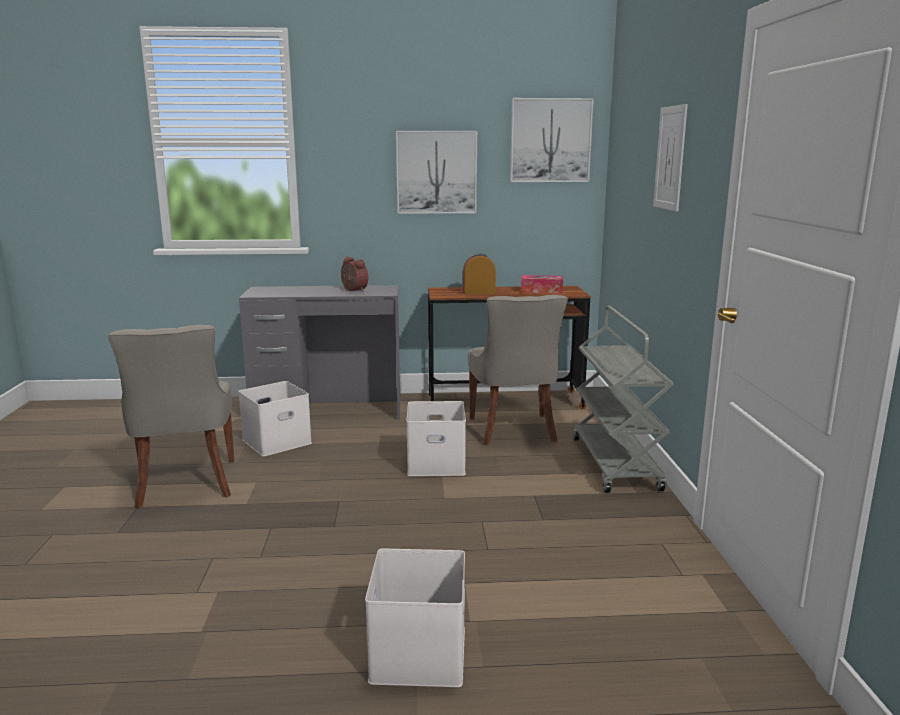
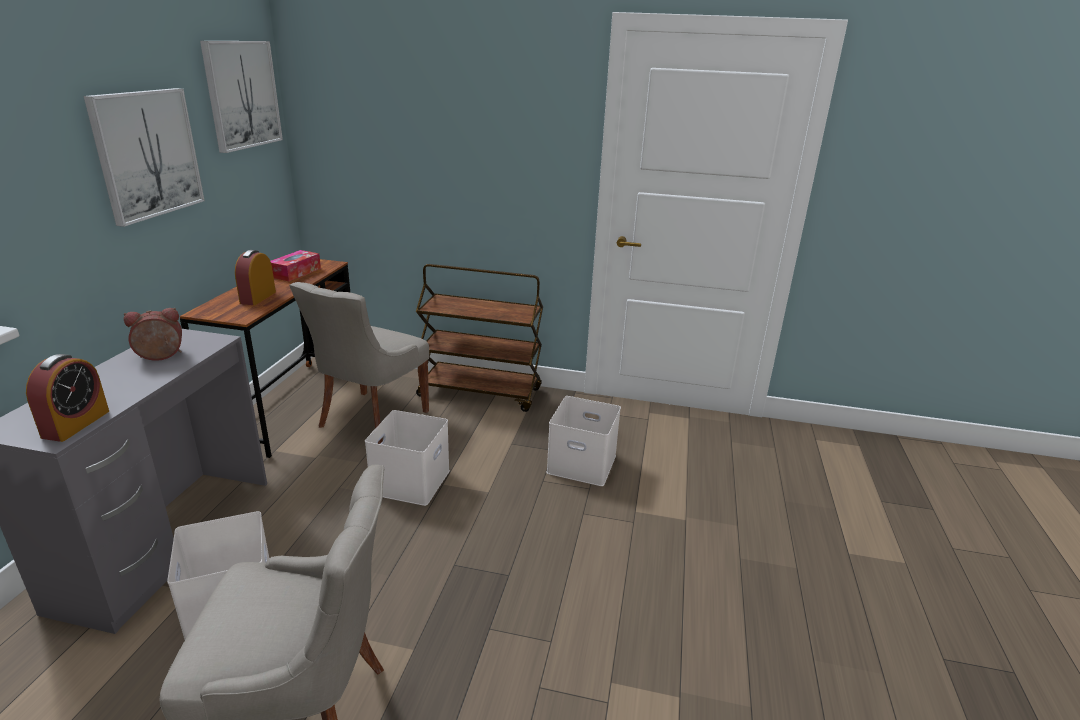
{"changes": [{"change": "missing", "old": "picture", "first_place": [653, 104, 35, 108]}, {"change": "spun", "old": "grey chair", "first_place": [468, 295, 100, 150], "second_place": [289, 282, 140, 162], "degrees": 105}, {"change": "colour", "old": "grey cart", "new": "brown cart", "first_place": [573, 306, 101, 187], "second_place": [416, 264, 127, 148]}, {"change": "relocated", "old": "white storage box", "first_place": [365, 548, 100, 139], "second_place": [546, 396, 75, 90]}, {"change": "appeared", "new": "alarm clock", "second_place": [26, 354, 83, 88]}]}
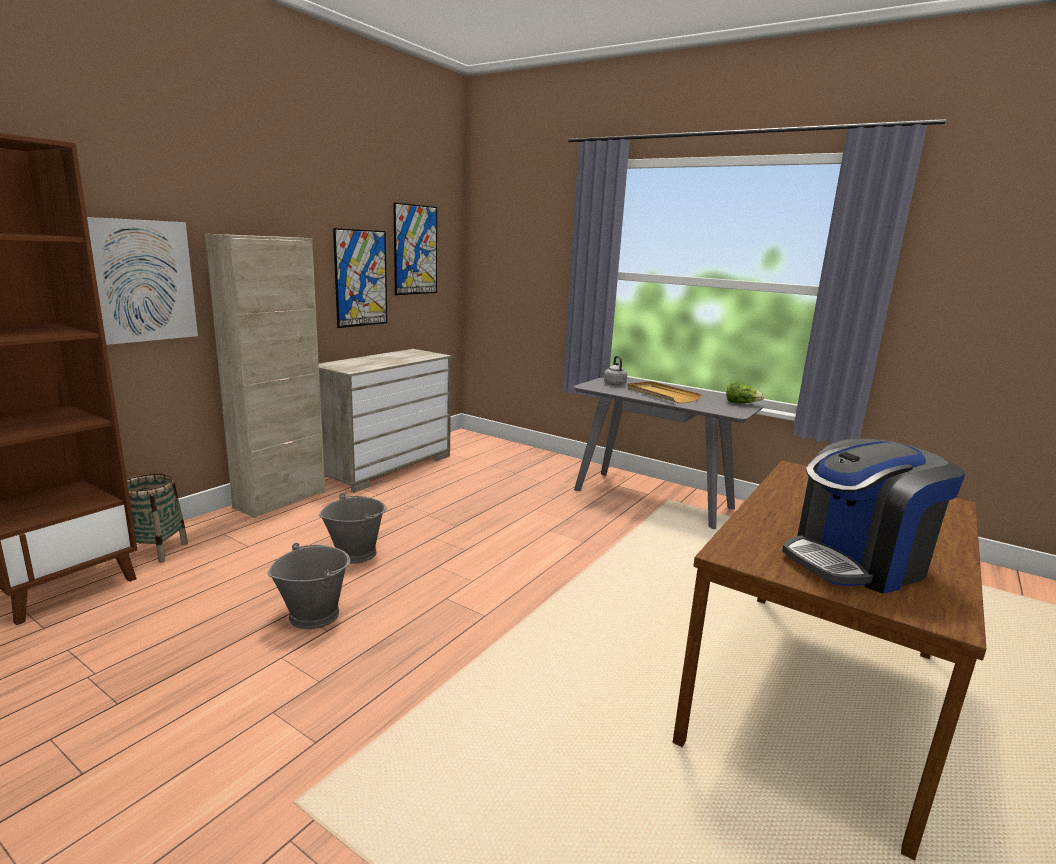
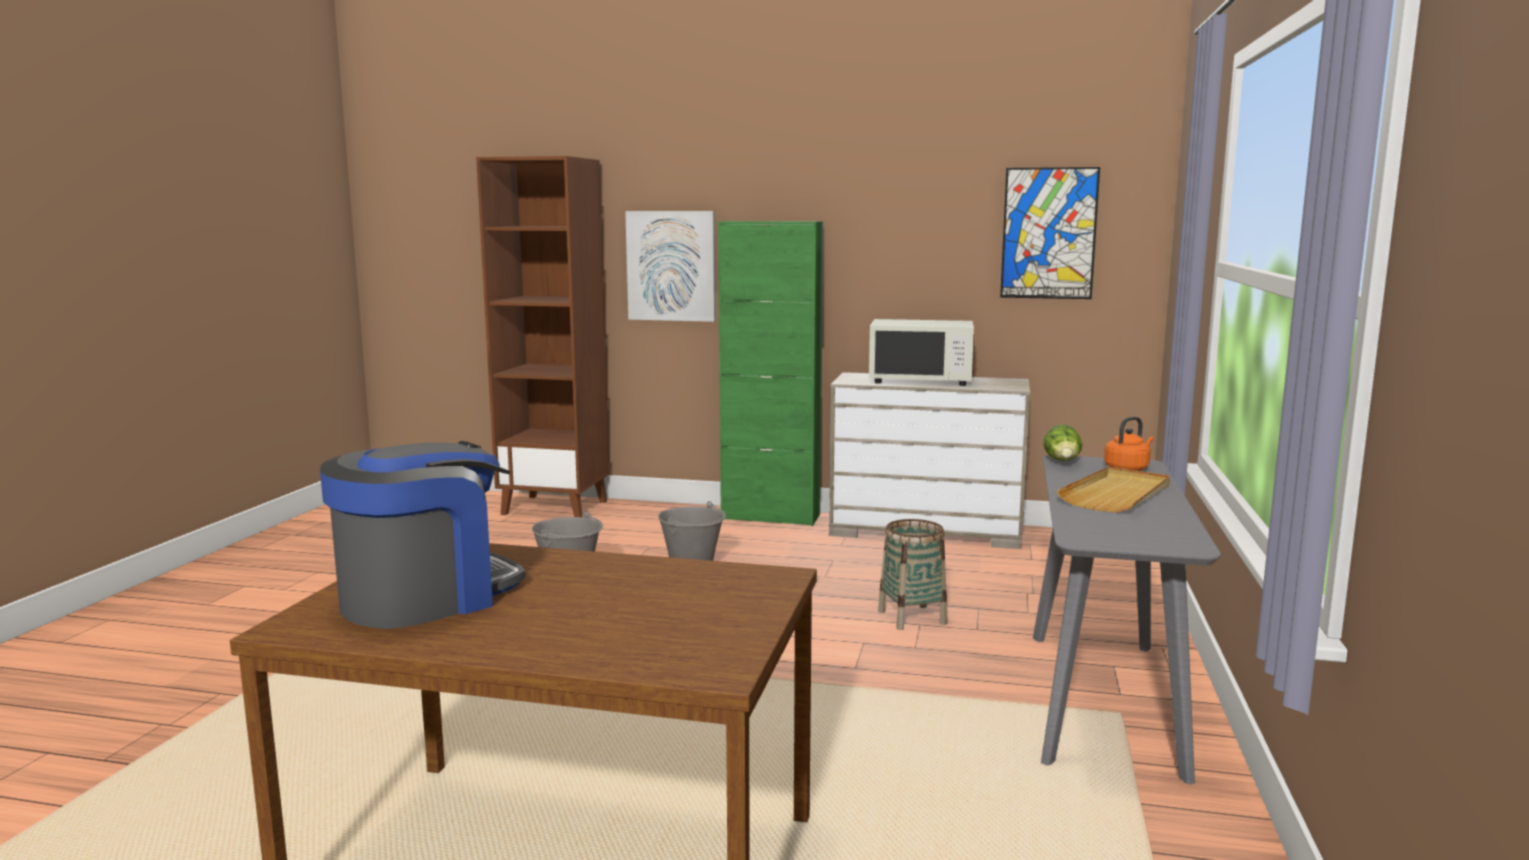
{"changes": [{"change": "missing", "old": "picture", "first_place": [333, 228, 54, 100]}, {"change": "colour", "old": "beige cabinet", "new": "green cabinet", "first_place": [205, 234, 120, 284], "second_place": [718, 221, 106, 305]}, {"change": "colour", "old": "grey kettle", "new": "orange kettle", "first_place": [604, 356, 23, 29], "second_place": [1104, 417, 50, 54]}, {"change": "relocated", "old": "lettuce", "first_place": [726, 382, 39, 21], "second_place": [1043, 424, 40, 37]}, {"change": "spun", "old": "coffee machine", "first_place": [782, 439, 183, 155], "second_place": [320, 441, 205, 188], "degrees": 90}, {"change": "relocated", "old": "basket", "first_place": [127, 473, 61, 90], "second_place": [878, 519, 69, 111]}, {"change": "appeared", "new": "white microwave", "second_place": [869, 319, 105, 67]}]}
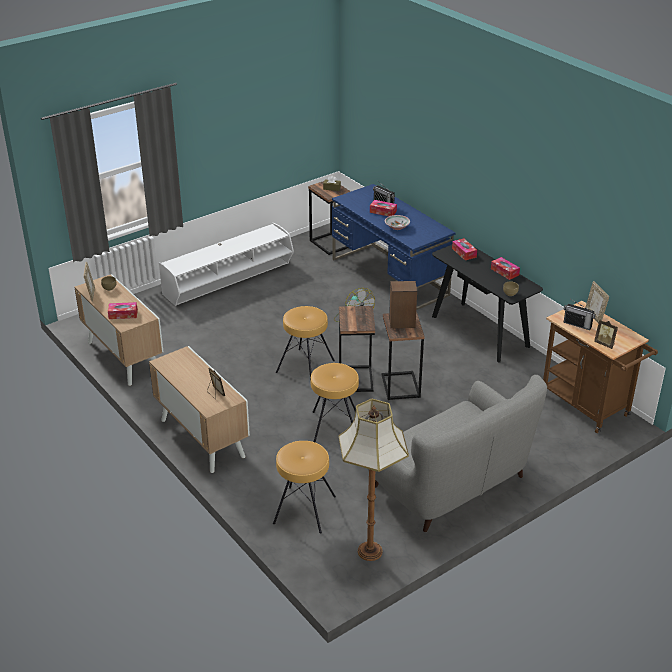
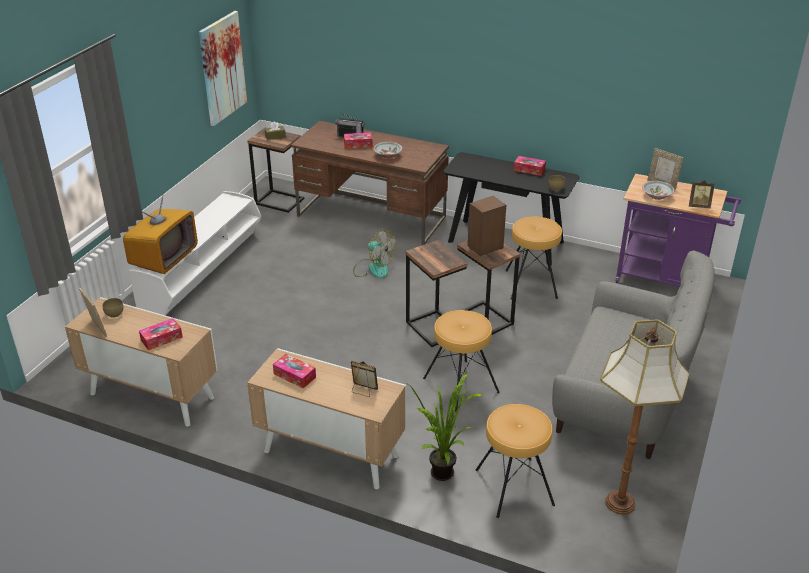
{"changes": [{"change": "colour", "old": "blue desk", "new": "brown desk", "first_place": [332, 184, 123, 126], "second_place": [291, 121, 158, 124]}, {"change": "relocated", "old": "tissue box", "first_place": [452, 238, 25, 22], "second_place": [273, 354, 43, 34]}, {"change": "exchanged", "old": "radio", "new": "bowl", "first_place": [564, 299, 32, 31], "second_place": [642, 181, 33, 19]}, {"change": "colour", "old": "brown cart", "new": "purple cart", "first_place": [543, 301, 115, 132], "second_place": [616, 174, 125, 113]}, {"change": "relocated", "old": "brown stool", "first_place": [276, 306, 59, 76], "second_place": [506, 216, 56, 83]}, {"change": "appeared", "new": "picture", "second_place": [199, 11, 48, 115]}, {"change": "appeared", "new": "television", "second_place": [123, 191, 75, 83]}, {"change": "appeared", "new": "potted plant", "second_place": [406, 372, 79, 109]}]}
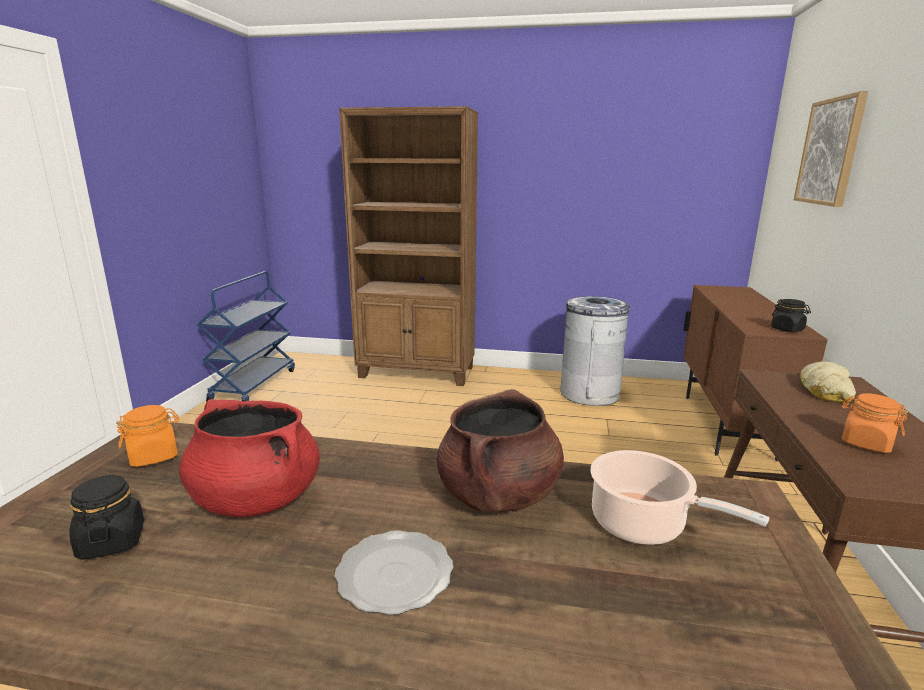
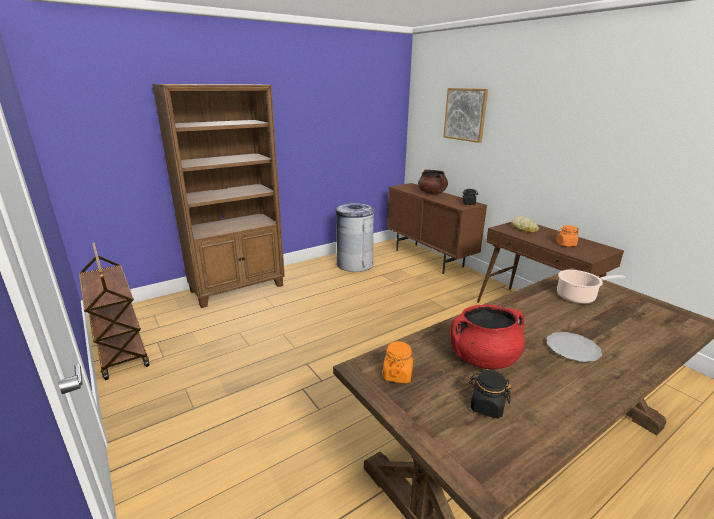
{"changes": [{"change": "colour", "old": "blue cart", "new": "brown cart", "first_place": [197, 271, 98, 131], "second_place": [79, 242, 70, 138]}, {"change": "relocated", "old": "brown cooking pot", "first_place": [437, 389, 127, 124], "second_place": [418, 169, 30, 25]}]}
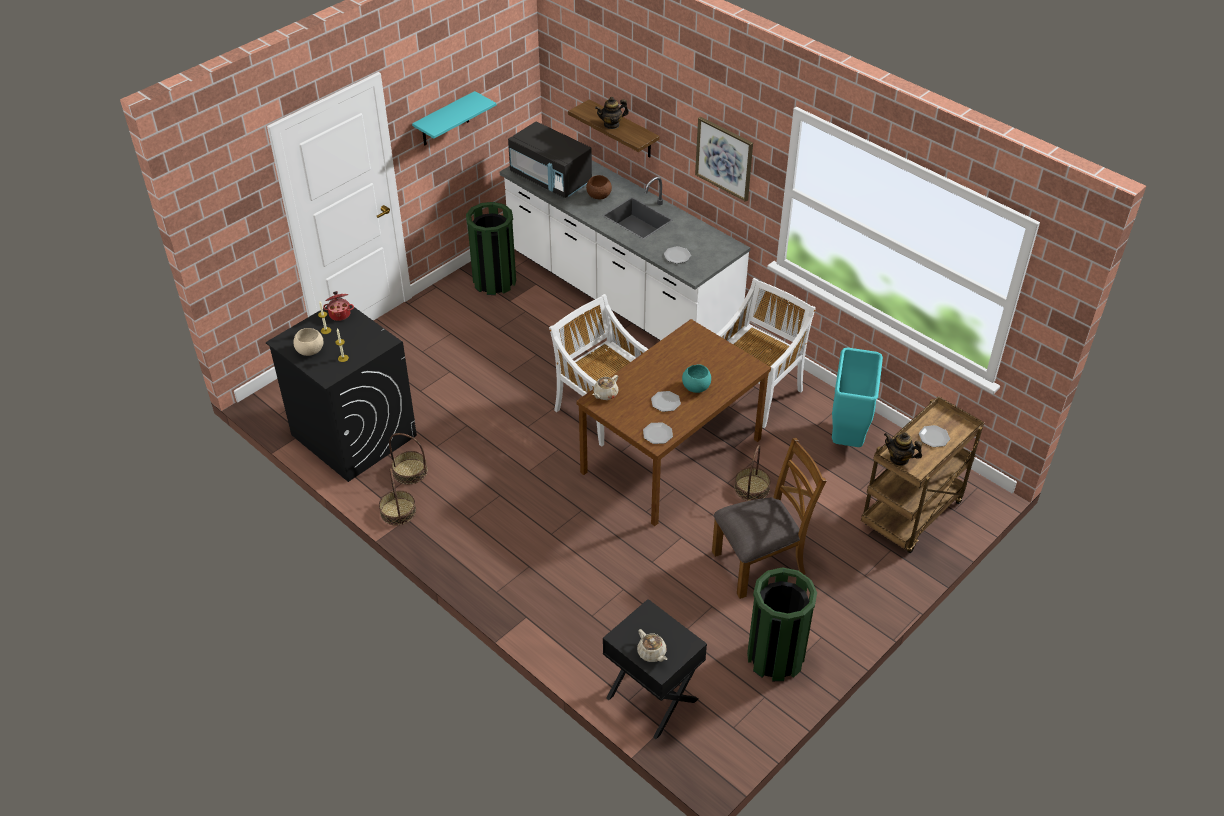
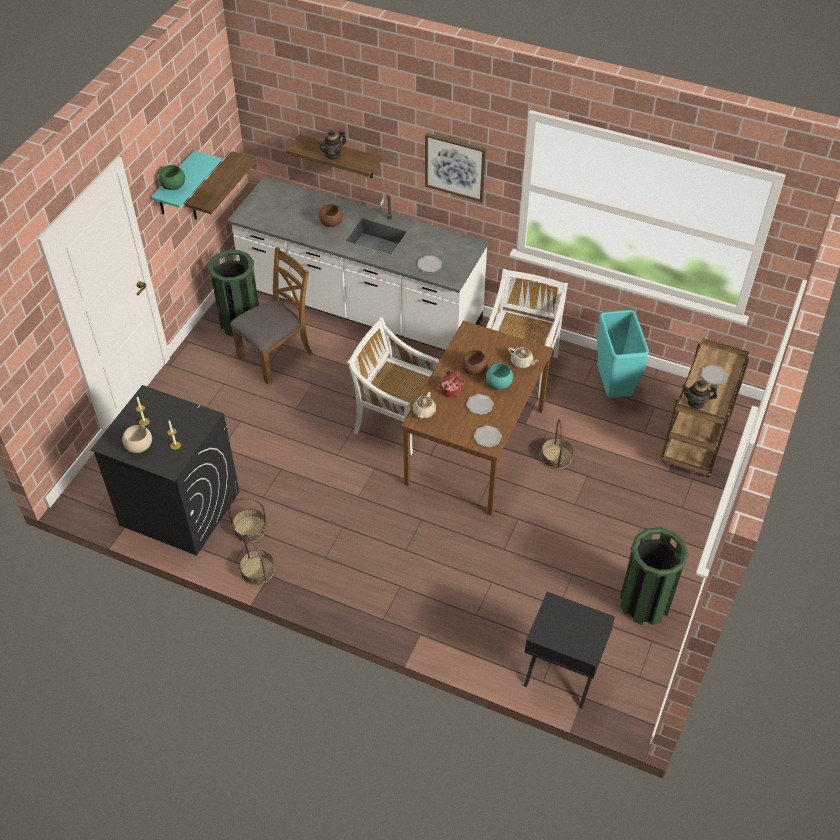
{"changes": [{"change": "missing", "old": "black microwave", "first_place": [508, 121, 84, 77]}, {"change": "relocated", "old": "cooking pot", "first_place": [323, 291, 31, 30], "second_place": [437, 370, 28, 28]}, {"change": "relocated", "old": "brown chair", "first_place": [712, 438, 115, 161], "second_place": [230, 247, 83, 137]}, {"change": "relocated", "old": "beige teapot", "first_place": [637, 629, 30, 33], "second_place": [508, 347, 31, 21]}, {"change": "appeared", "new": "shelf", "second_place": [185, 151, 72, 69]}, {"change": "appeared", "new": "green bowl", "second_place": [158, 165, 27, 25]}, {"change": "appeared", "new": "brown bowl", "second_place": [462, 350, 26, 26]}]}
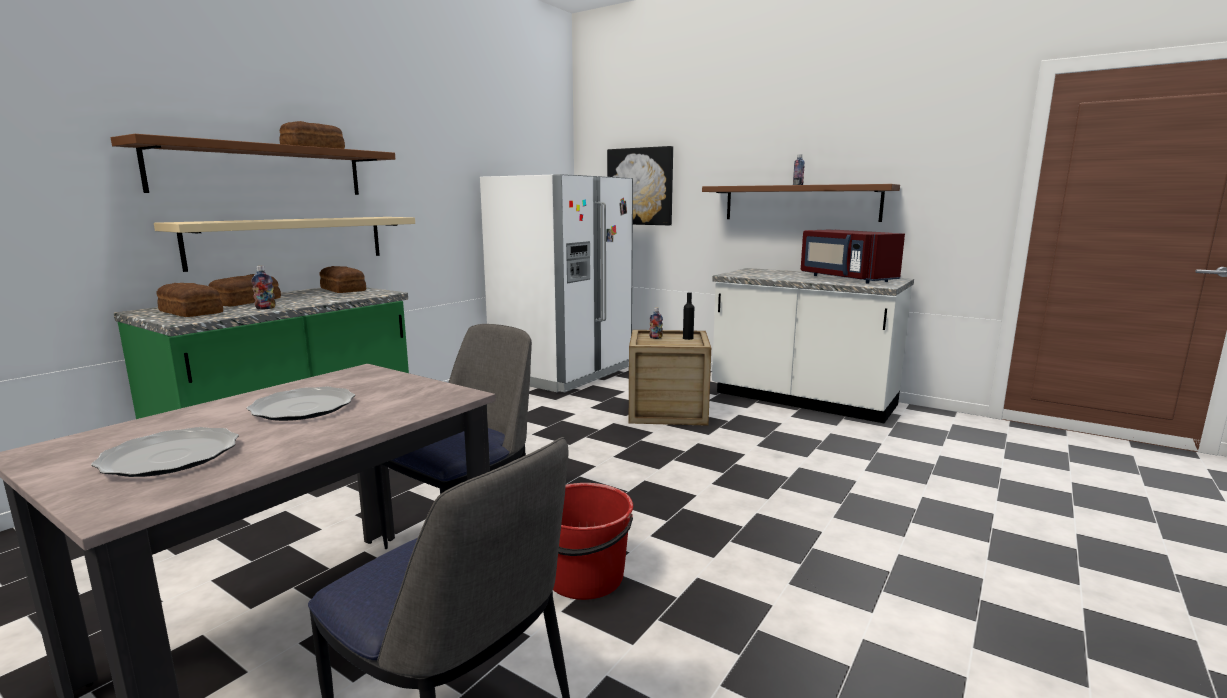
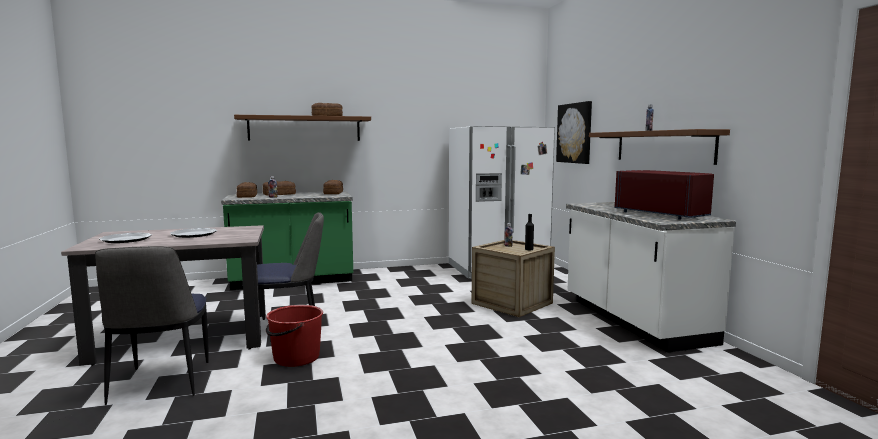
{"changes": [{"change": "missing", "old": "beige shelf", "first_place": [154, 217, 261, 55]}, {"change": "spun", "old": "red microwave", "first_place": [801, 229, 104, 55], "second_place": [615, 170, 99, 50], "degrees": 135}]}
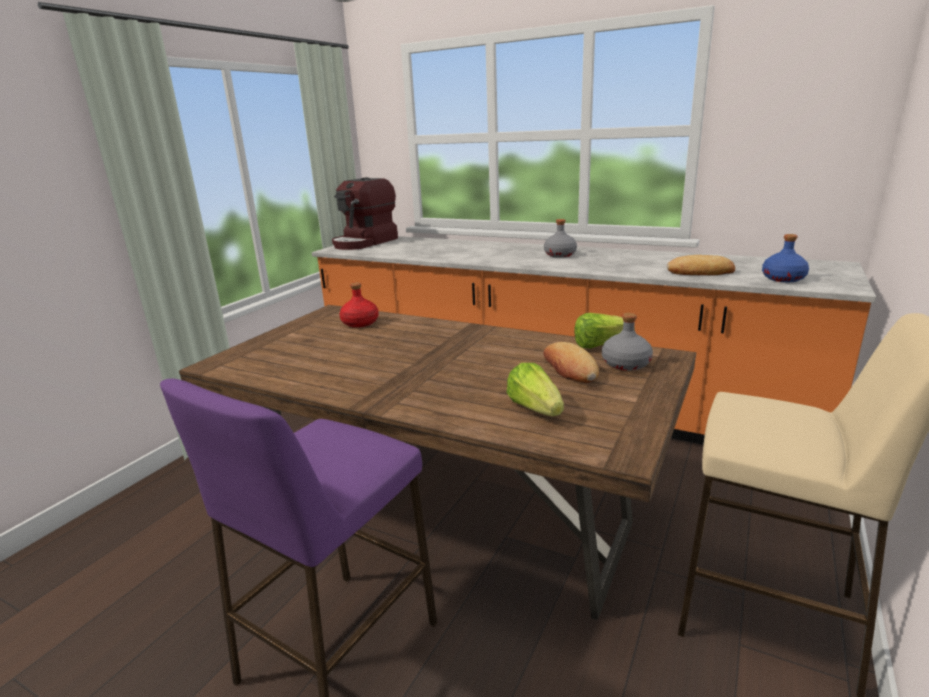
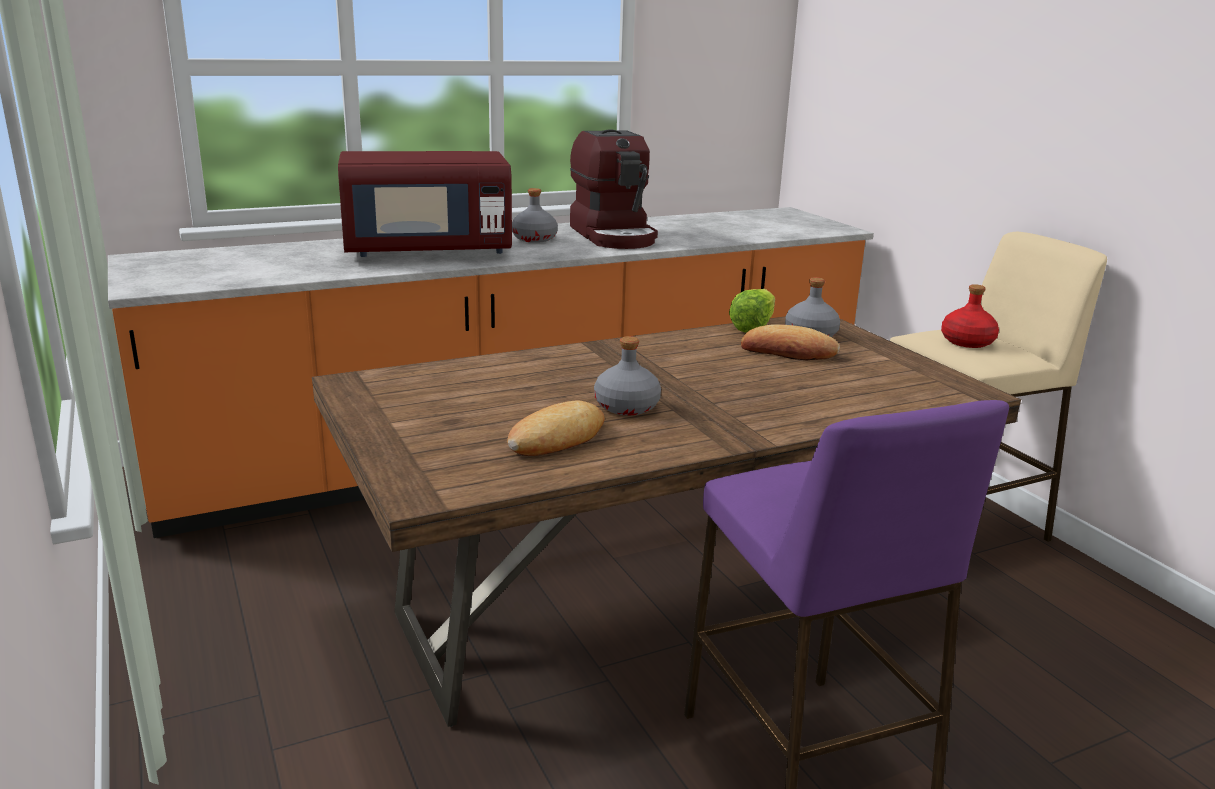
{"changes": [{"change": "relocated", "old": "coffee machine", "first_place": [332, 177, 66, 73], "second_place": [570, 129, 88, 120]}, {"change": "missing", "old": "blue bottle", "first_place": [762, 234, 47, 48]}, {"change": "relocated", "old": "bread", "first_place": [667, 255, 68, 21], "second_place": [507, 400, 98, 56]}, {"change": "relocated", "old": "red bottle", "first_place": [340, 282, 39, 46], "second_place": [941, 284, 58, 64]}, {"change": "missing", "old": "lettuce", "first_place": [506, 363, 58, 53]}, {"change": "appeared", "new": "red microwave", "second_place": [338, 151, 174, 106]}, {"change": "appeared", "new": "grey bottle", "second_place": [594, 336, 67, 79]}]}
